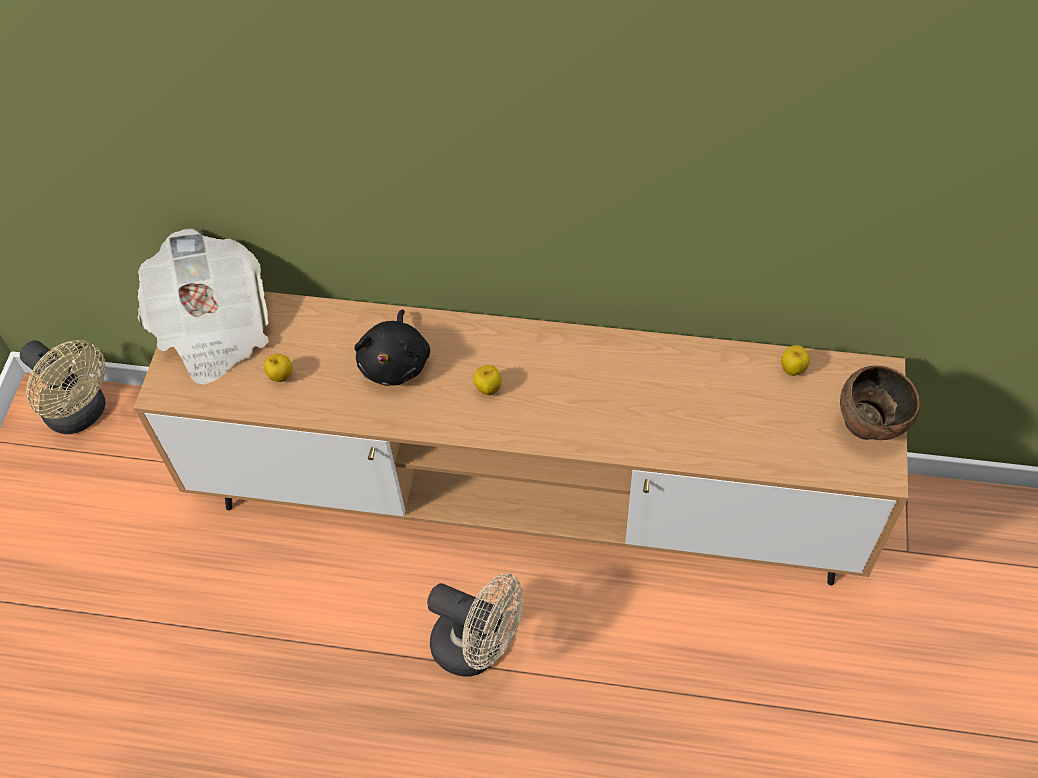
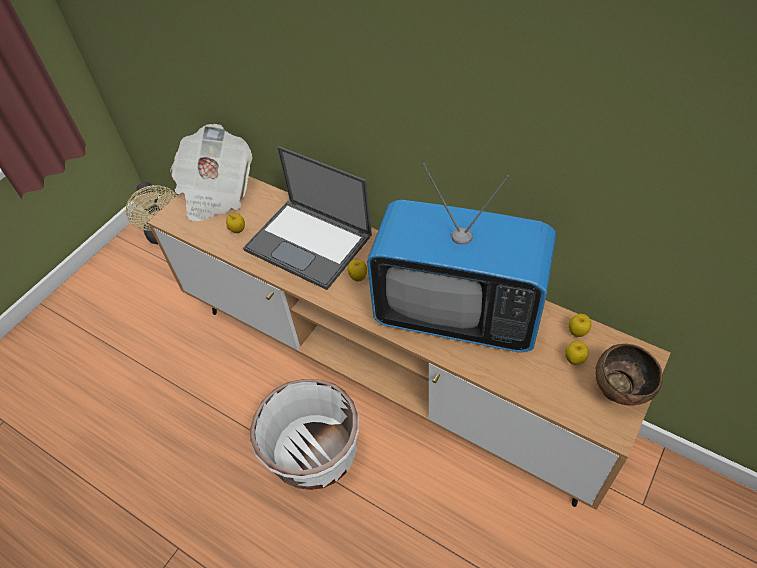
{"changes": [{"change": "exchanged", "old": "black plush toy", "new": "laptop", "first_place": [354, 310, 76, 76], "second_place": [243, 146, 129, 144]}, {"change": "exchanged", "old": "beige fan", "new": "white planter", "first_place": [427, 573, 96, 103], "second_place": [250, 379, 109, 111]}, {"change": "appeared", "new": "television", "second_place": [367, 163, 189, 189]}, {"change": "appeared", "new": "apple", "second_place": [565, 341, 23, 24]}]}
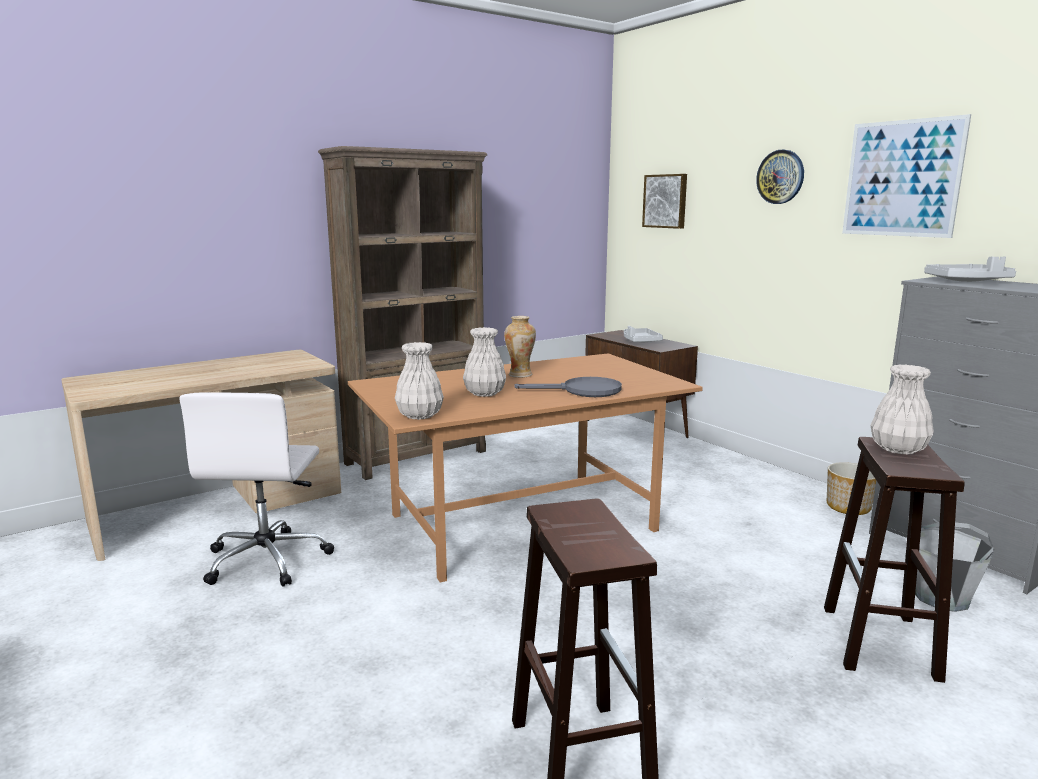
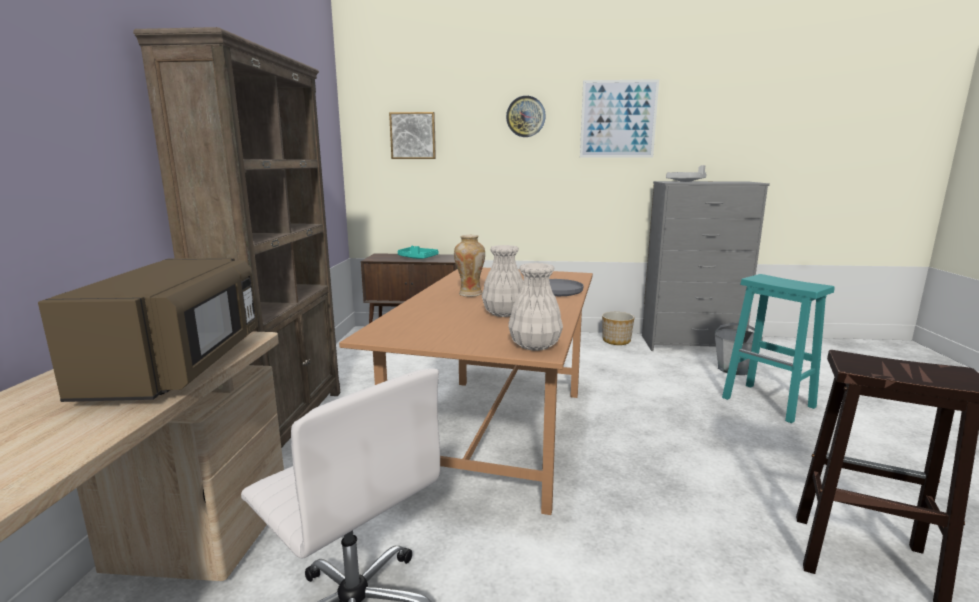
{"changes": [{"change": "colour", "old": "grey tray", "new": "turquoise tray", "first_place": [624, 326, 39, 16], "second_place": [398, 246, 41, 13]}, {"change": "missing", "old": "white vase", "first_place": [871, 364, 63, 91]}, {"change": "colour", "old": "brown stool", "new": "turquoise stool", "first_place": [824, 437, 141, 246], "second_place": [722, 274, 113, 149]}, {"change": "appeared", "new": "brown microwave", "second_place": [38, 258, 220, 144]}]}
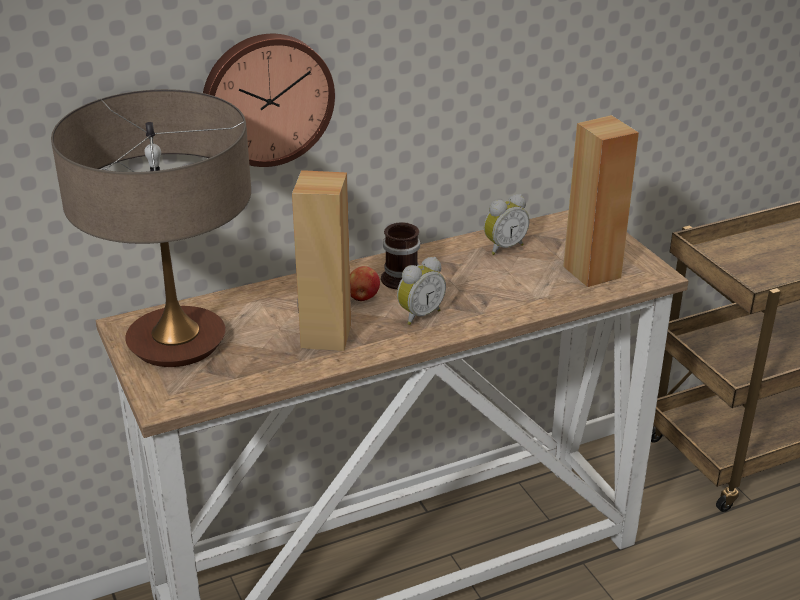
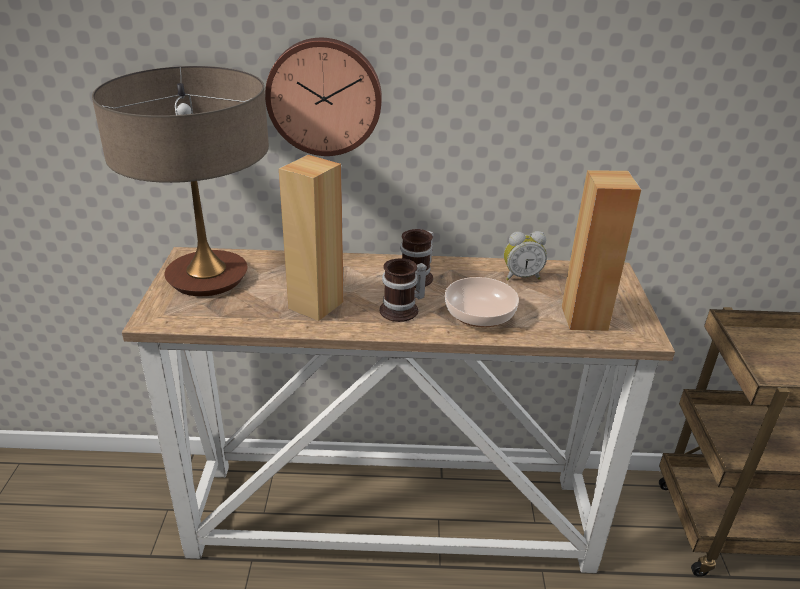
{"changes": [{"change": "exchanged", "old": "alarm clock", "new": "mug", "first_place": [397, 257, 49, 68], "second_place": [379, 258, 48, 64]}, {"change": "missing", "old": "apple", "first_place": [350, 266, 30, 35]}, {"change": "appeared", "new": "bowl", "second_place": [445, 277, 74, 51]}]}
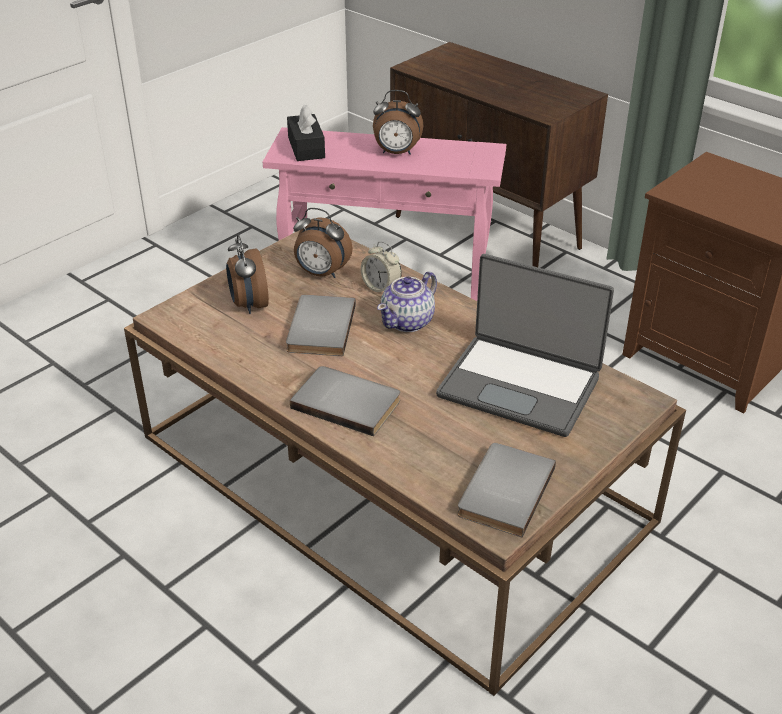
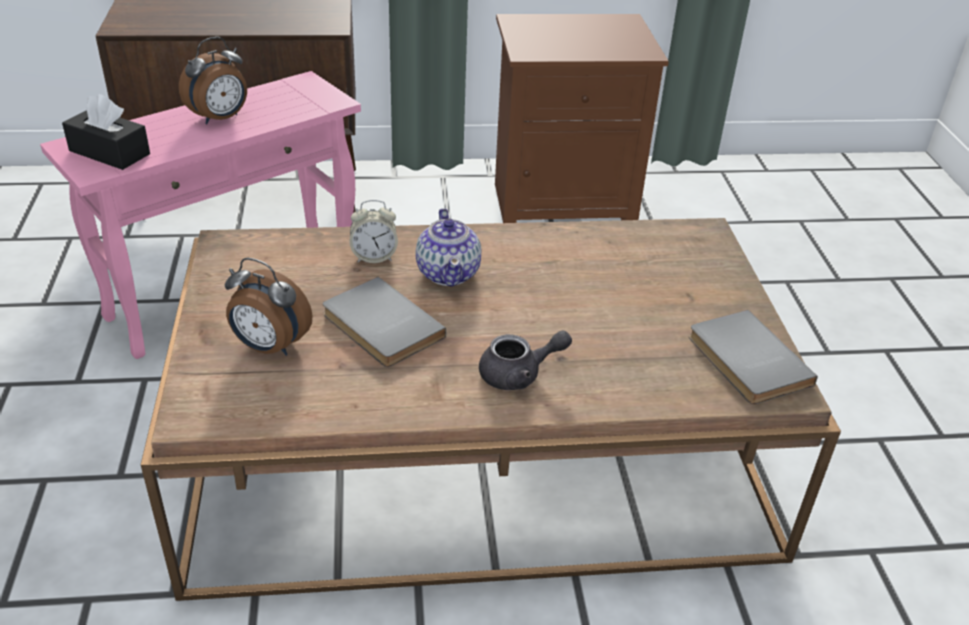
{"changes": [{"change": "missing", "old": "alarm clock", "first_place": [293, 208, 60, 70]}, {"change": "missing", "old": "laptop", "first_place": [436, 254, 178, 183]}, {"change": "exchanged", "old": "grey book", "new": "grey teapot", "first_place": [290, 366, 110, 70], "second_place": [479, 330, 93, 60]}]}
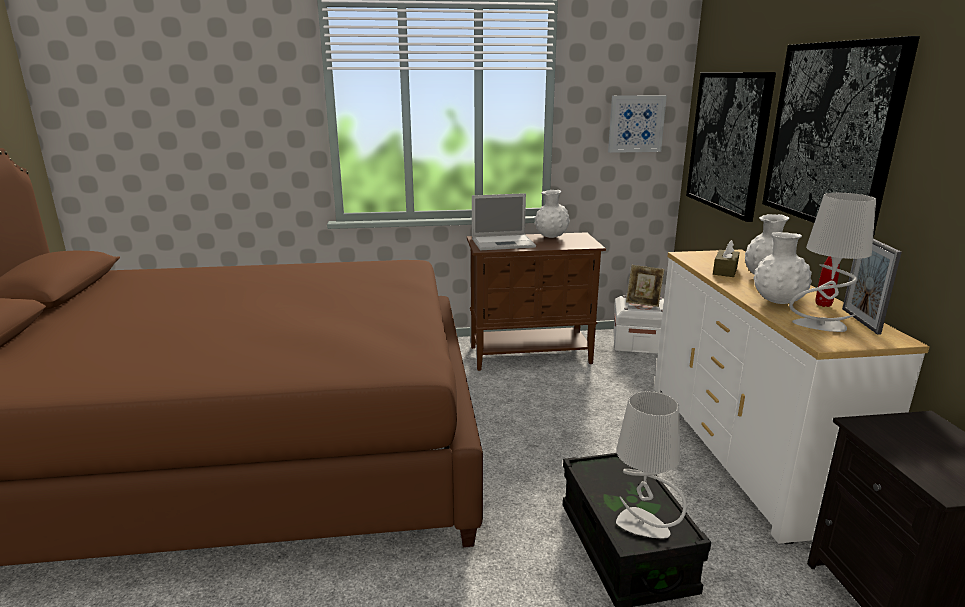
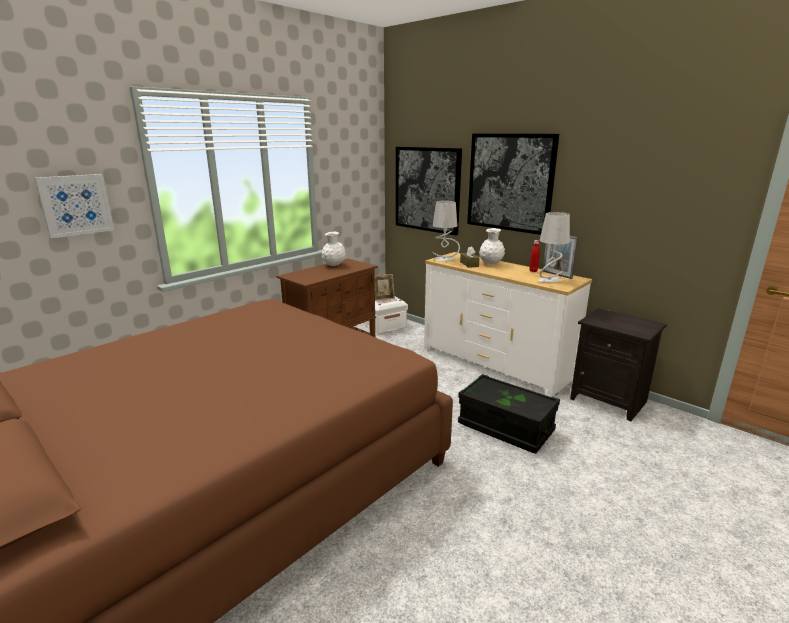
{"changes": [{"change": "relocated", "old": "picture", "first_place": [608, 95, 59, 58], "second_place": [35, 174, 79, 64]}, {"change": "missing", "old": "laptop", "first_place": [472, 193, 64, 57]}, {"change": "missing", "old": "white vase", "first_place": [753, 232, 59, 72]}, {"change": "relocated", "old": "grey table lamp", "first_place": [616, 391, 71, 148], "second_place": [433, 201, 27, 60]}]}
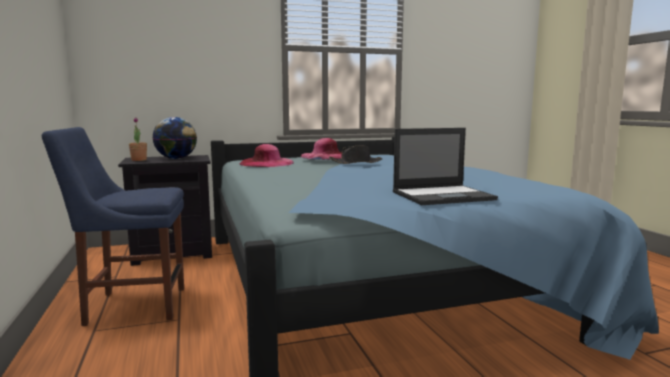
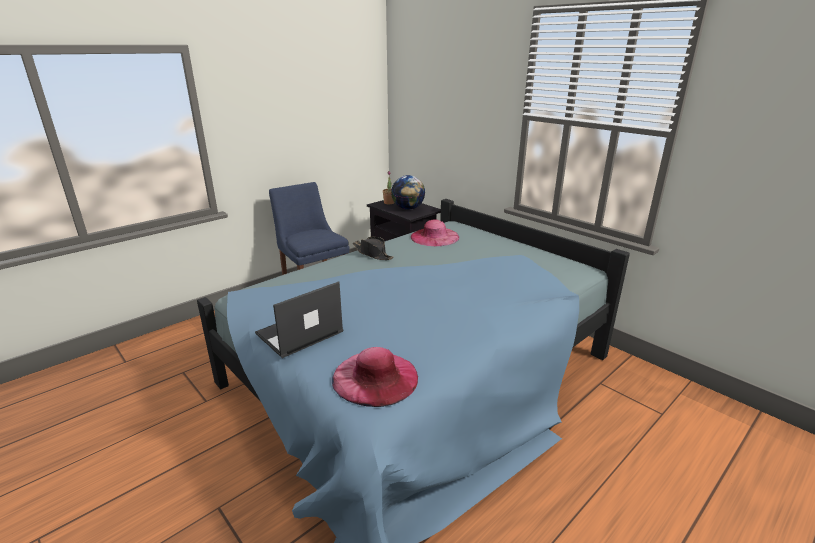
{"changes": [{"change": "spun", "old": "laptop", "first_place": [393, 128, 105, 77], "second_place": [255, 281, 88, 77], "degrees": 90}, {"change": "relocated", "old": "pink hat", "first_place": [300, 138, 42, 22], "second_place": [332, 347, 86, 60]}, {"change": "relocated", "old": "black hat", "first_place": [329, 145, 53, 19], "second_place": [353, 236, 41, 24]}]}
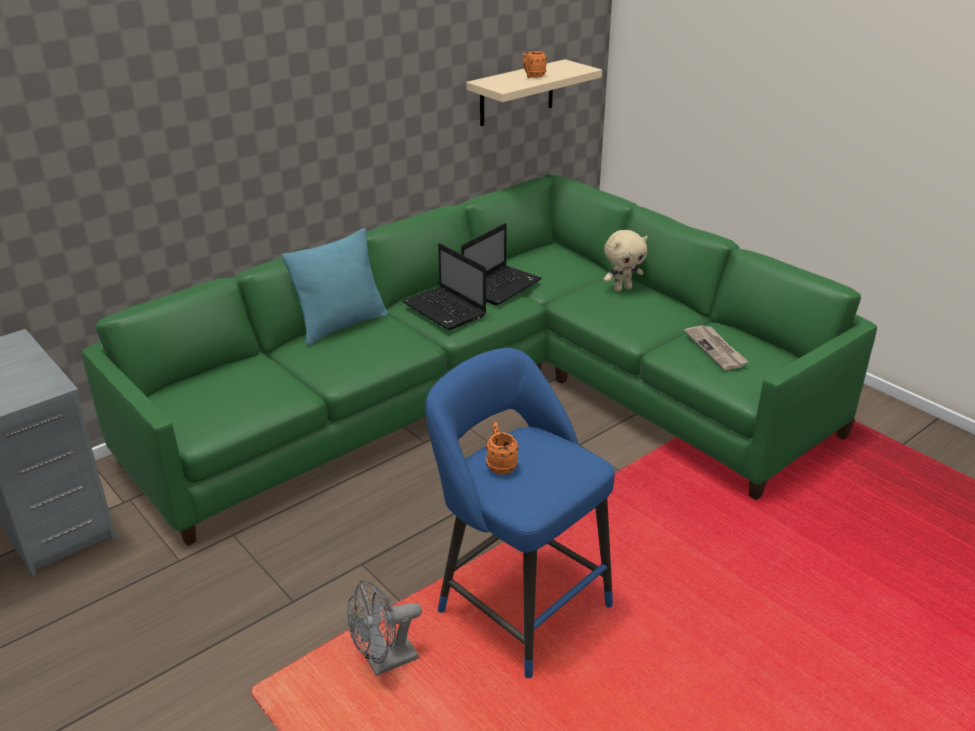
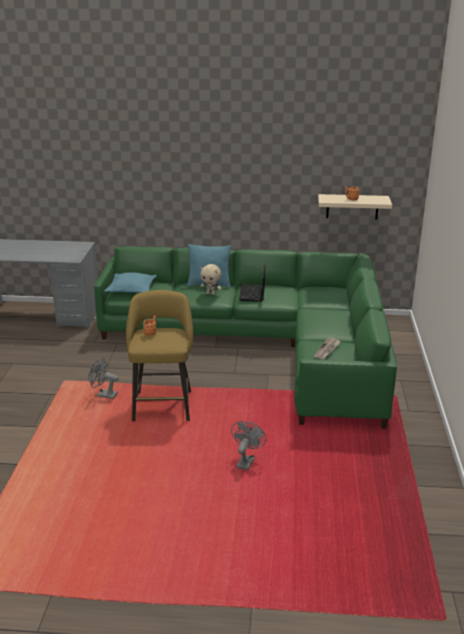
{"changes": [{"change": "missing", "old": "laptop", "first_place": [461, 223, 81, 83]}, {"change": "relocated", "old": "beige plush toy", "first_place": [604, 230, 44, 62], "second_place": [200, 264, 21, 31]}, {"change": "colour", "old": "blue stool", "new": "yellow stool", "first_place": [425, 348, 190, 330], "second_place": [126, 290, 67, 132]}, {"change": "appeared", "new": "turquoise pillow", "second_place": [104, 272, 53, 21]}, {"change": "appeared", "new": "grey fan", "second_place": [231, 421, 35, 50]}]}
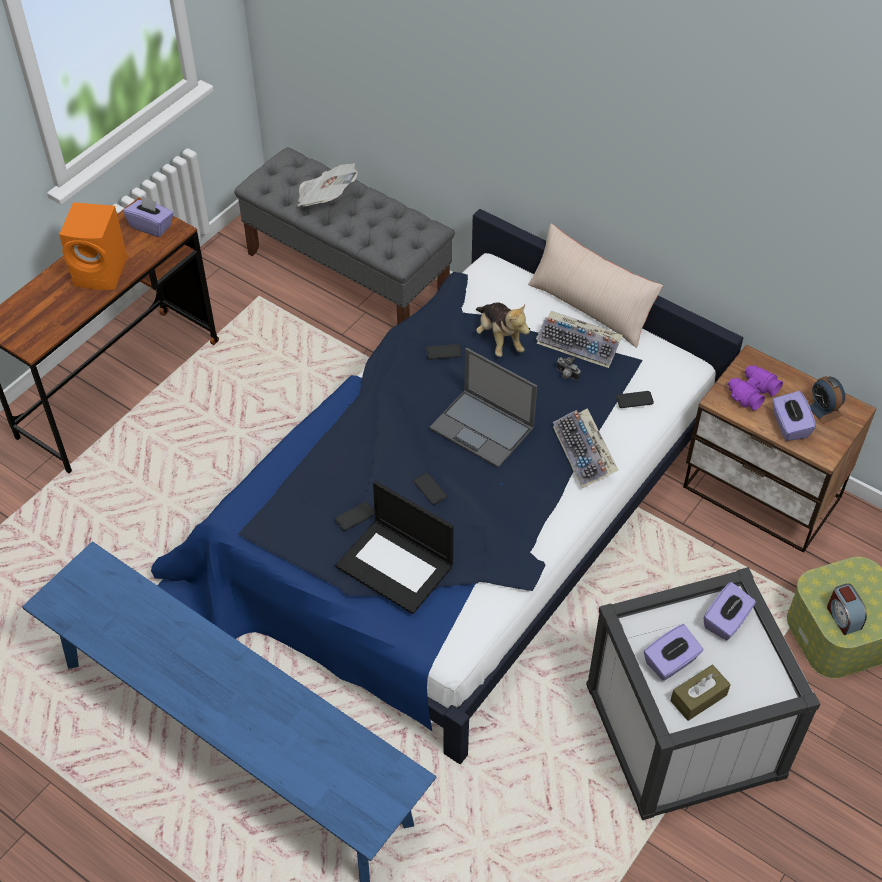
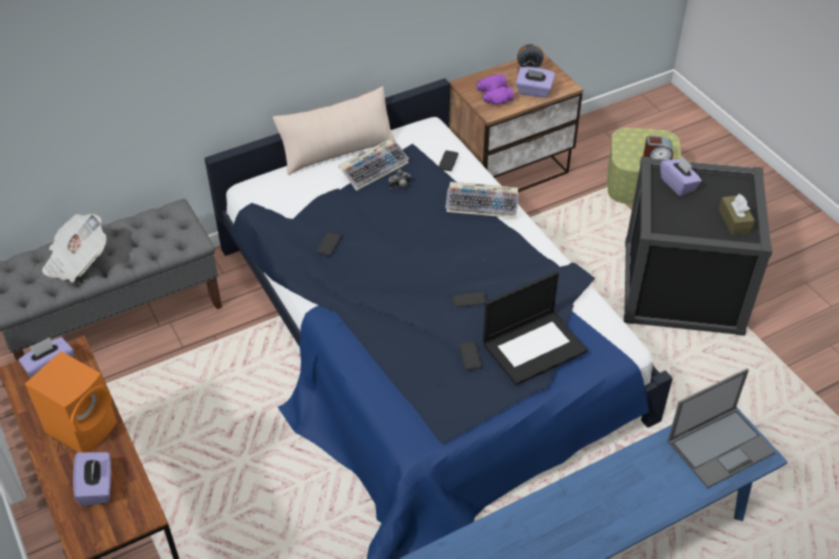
{"changes": [{"change": "missing", "old": "plush toy", "first_place": [476, 303, 54, 54]}, {"change": "relocated", "old": "laptop", "first_place": [429, 348, 108, 120], "second_place": [668, 369, 107, 119]}, {"change": "colour", "old": "white storage box", "new": "black storage box", "first_place": [586, 567, 234, 253], "second_place": [624, 156, 148, 180]}, {"change": "relocated", "old": "purple tissue box", "first_place": [644, 624, 59, 57], "second_place": [73, 452, 38, 55]}]}
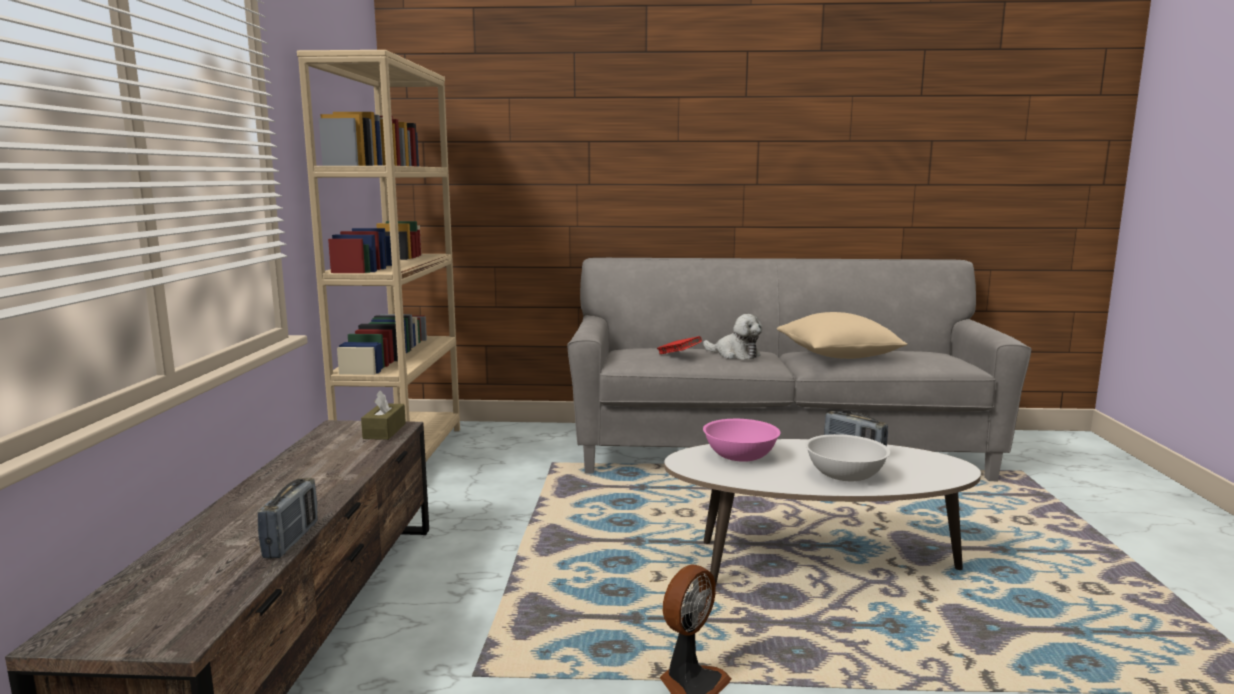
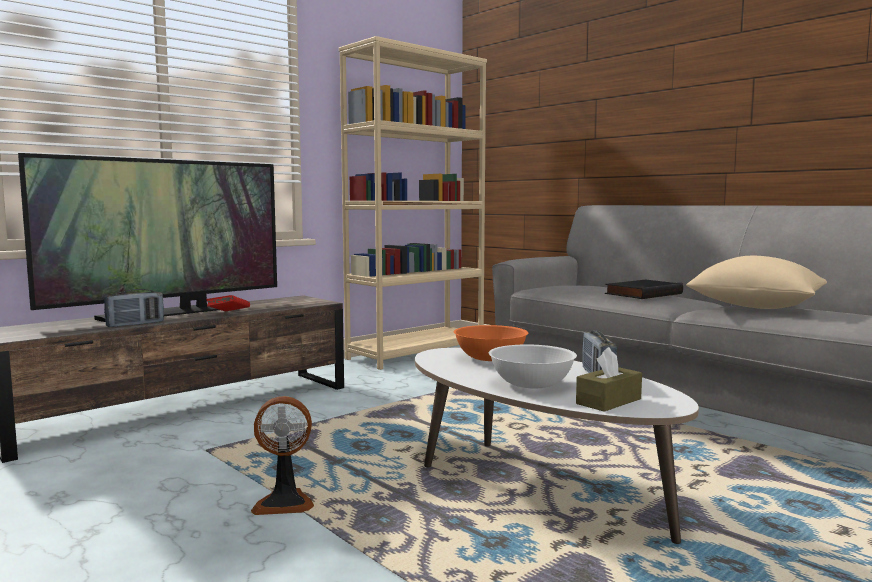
{"changes": [{"change": "exchanged", "old": "plush toy", "new": "black book", "first_place": [703, 314, 59, 46], "second_place": [605, 280, 78, 19]}, {"change": "relocated", "old": "red book", "first_place": [657, 336, 45, 18], "second_place": [206, 295, 44, 16]}, {"change": "relocated", "old": "brown tissue box", "first_place": [361, 390, 45, 50], "second_place": [576, 347, 66, 65]}, {"change": "colour", "old": "pink bowl", "new": "orange bowl", "first_place": [703, 419, 77, 43], "second_place": [454, 325, 74, 36]}, {"change": "appeared", "new": "television", "second_place": [18, 153, 259, 169]}]}
